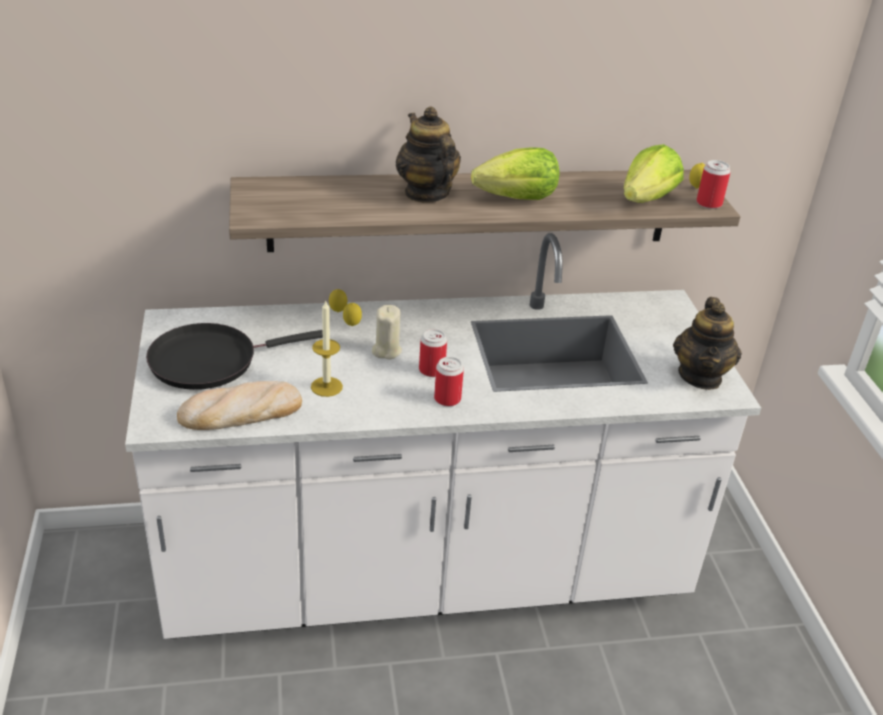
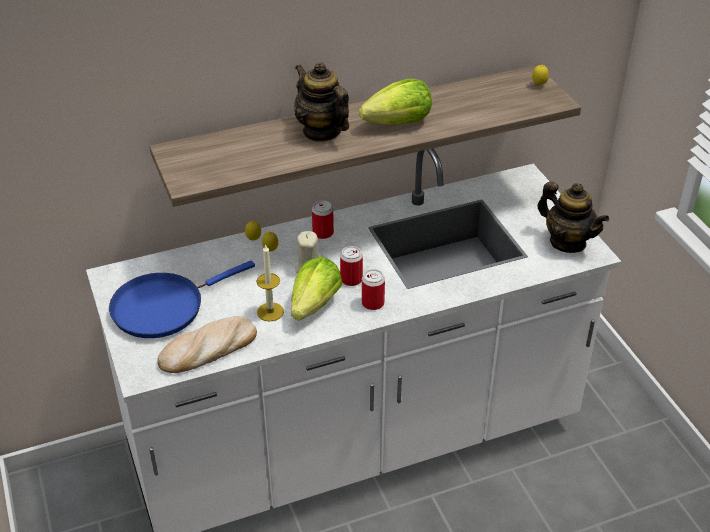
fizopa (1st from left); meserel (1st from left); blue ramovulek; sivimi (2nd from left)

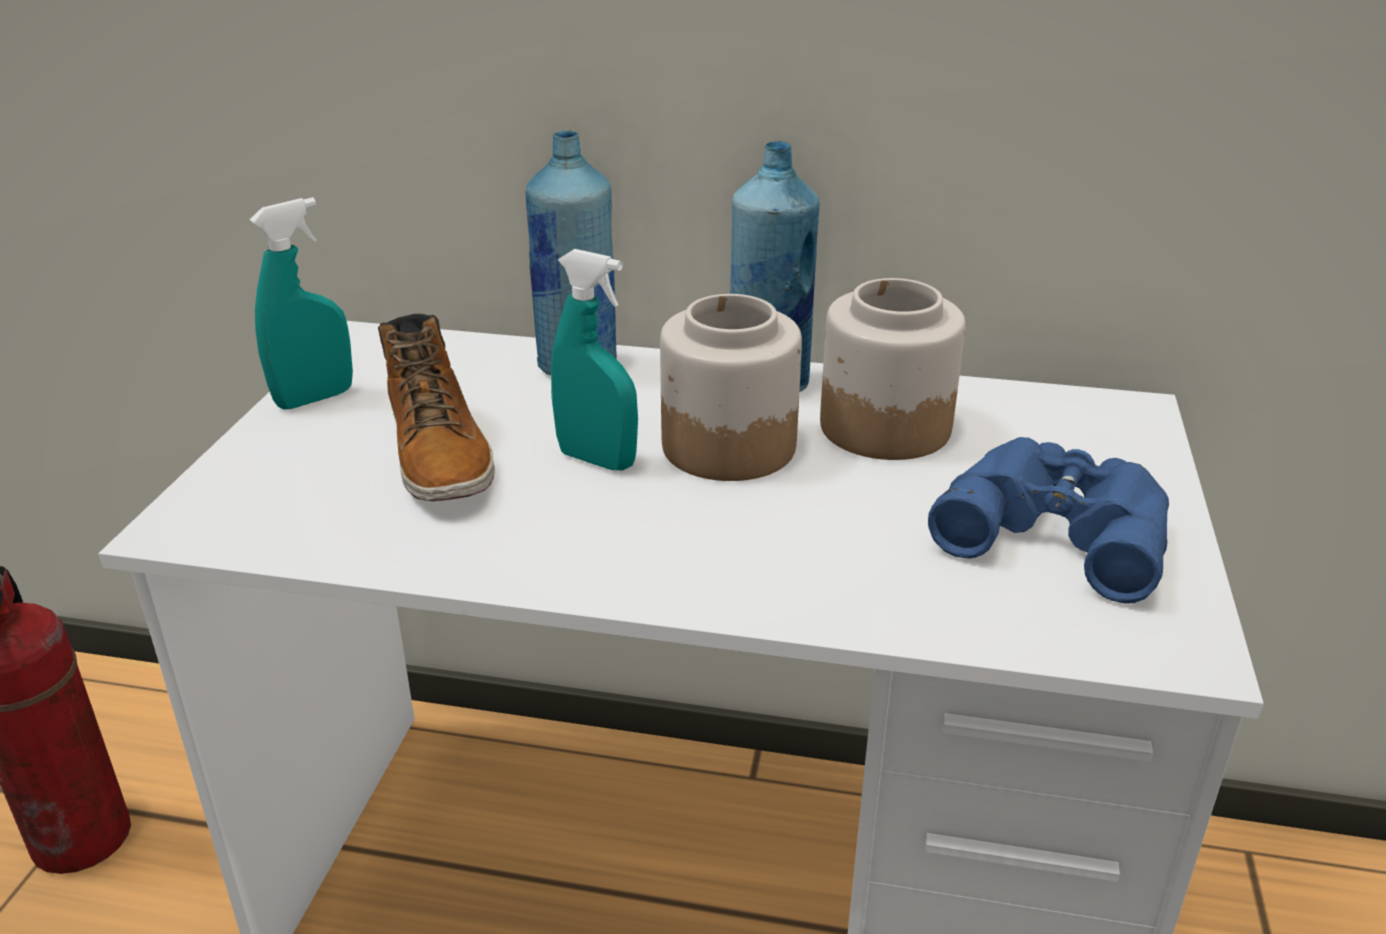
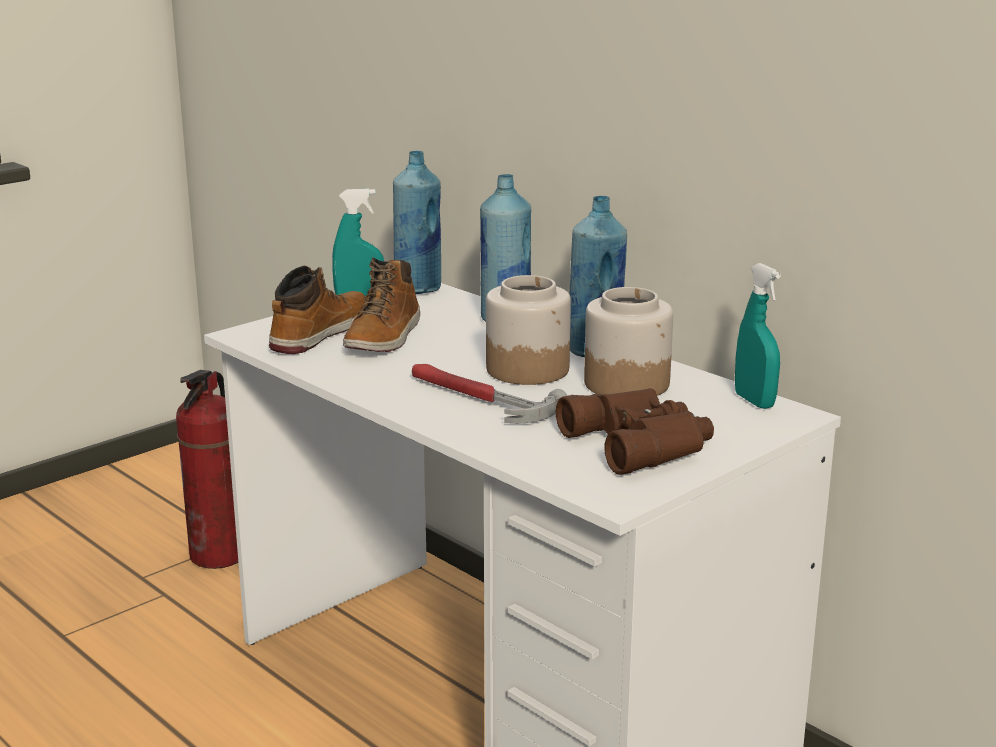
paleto (1st from left); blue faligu (1st from left); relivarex; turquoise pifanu (2nd from left); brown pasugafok

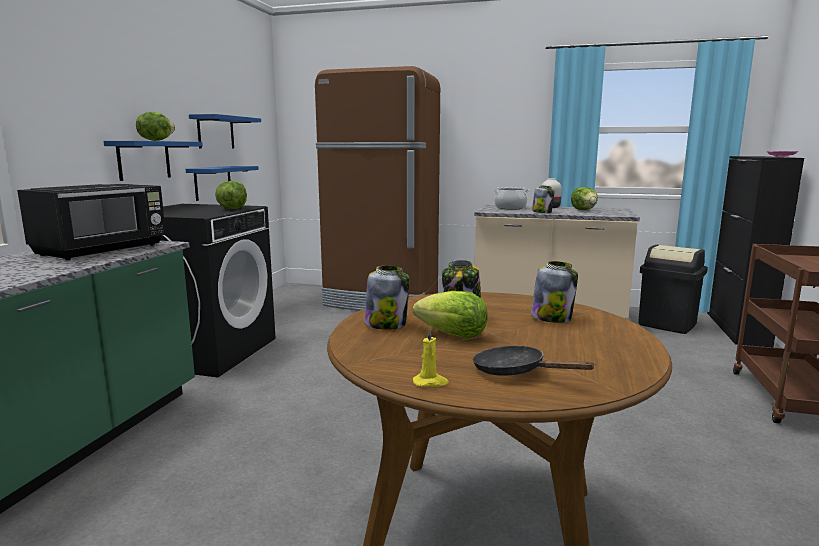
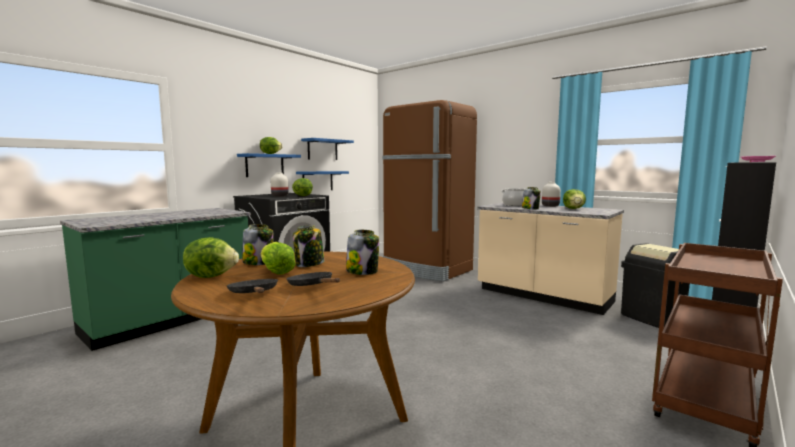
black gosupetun; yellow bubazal; fizopa (1st from left); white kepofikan (1st from left); black ramovulek (2nd from left)

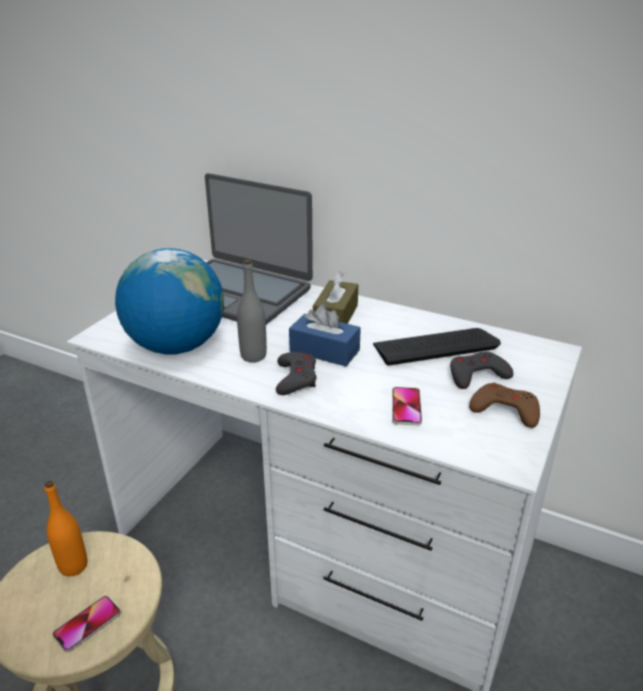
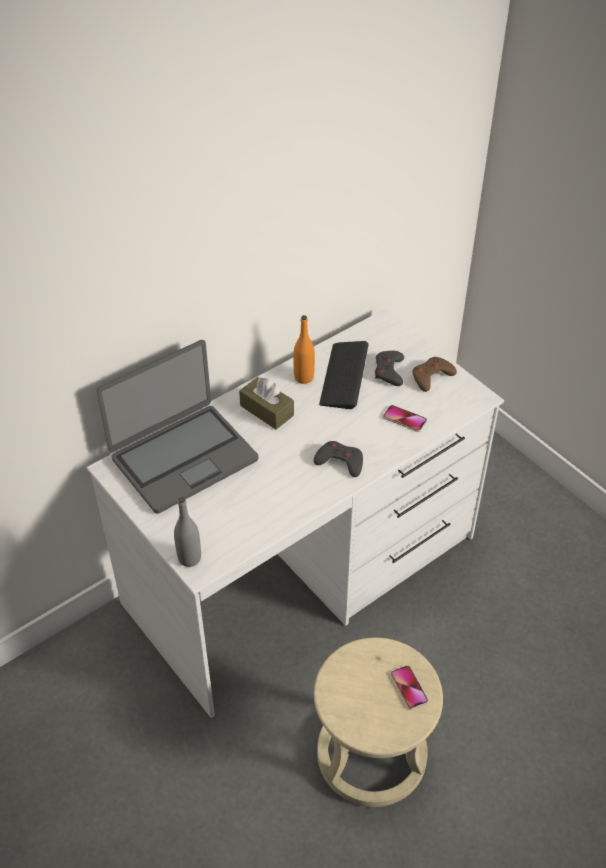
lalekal; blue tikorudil; orange faligu; grey faligu

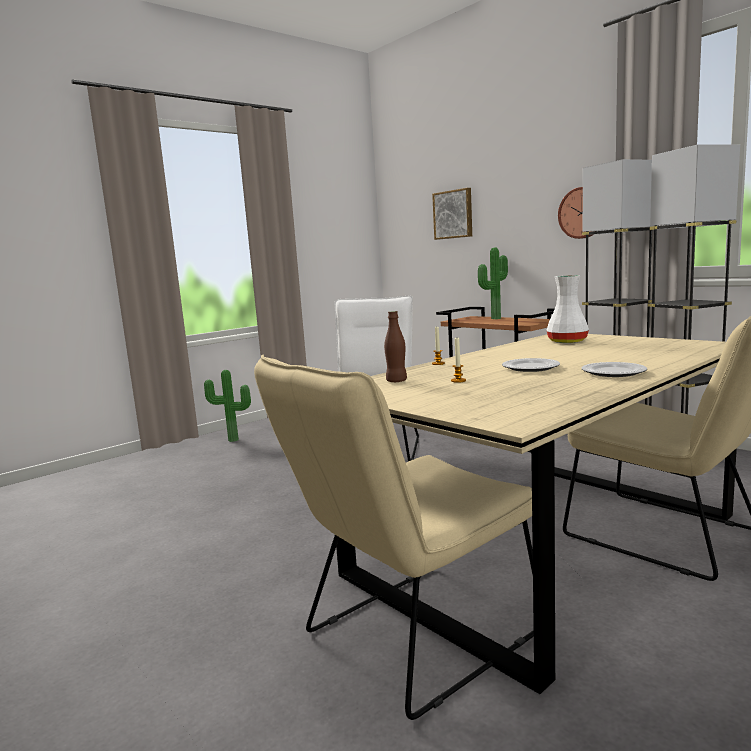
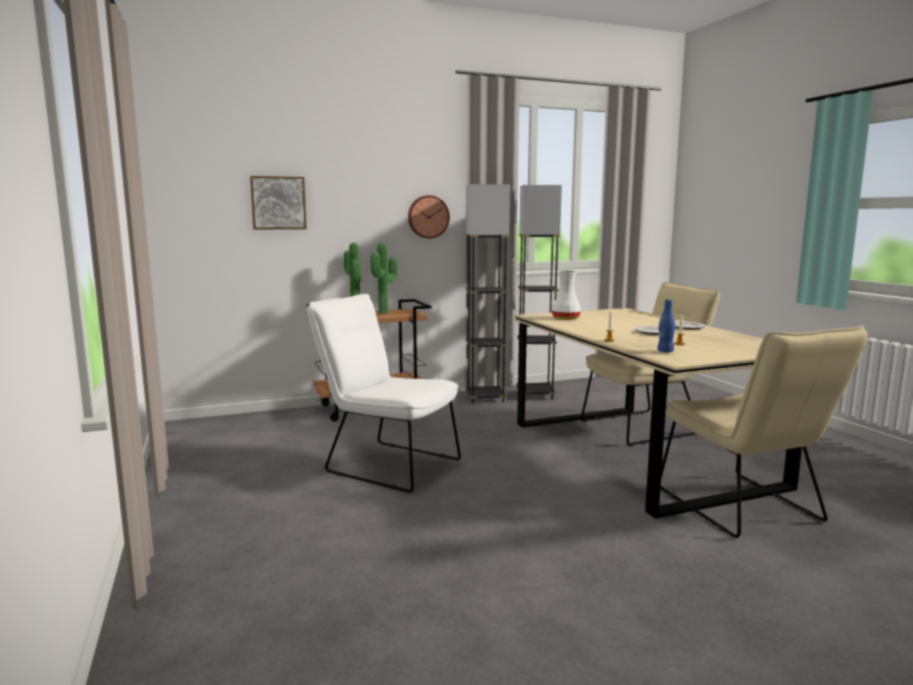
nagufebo (2nd from left); blue faligu

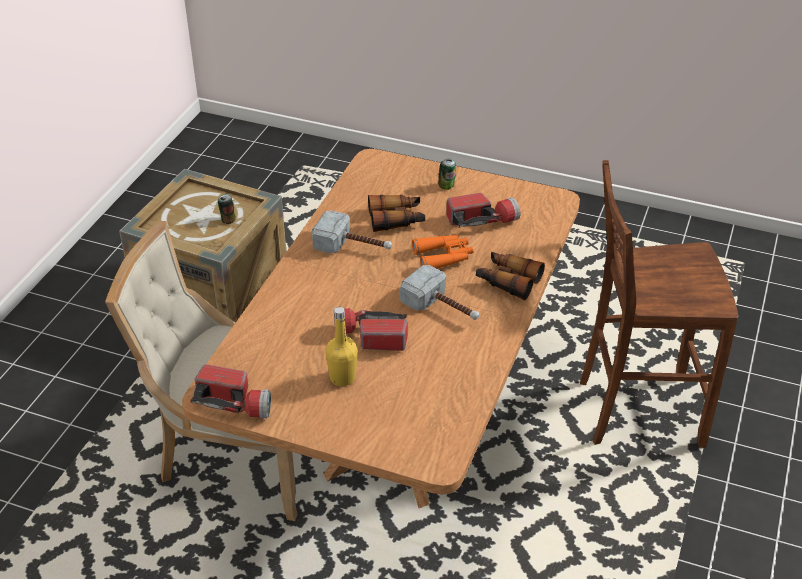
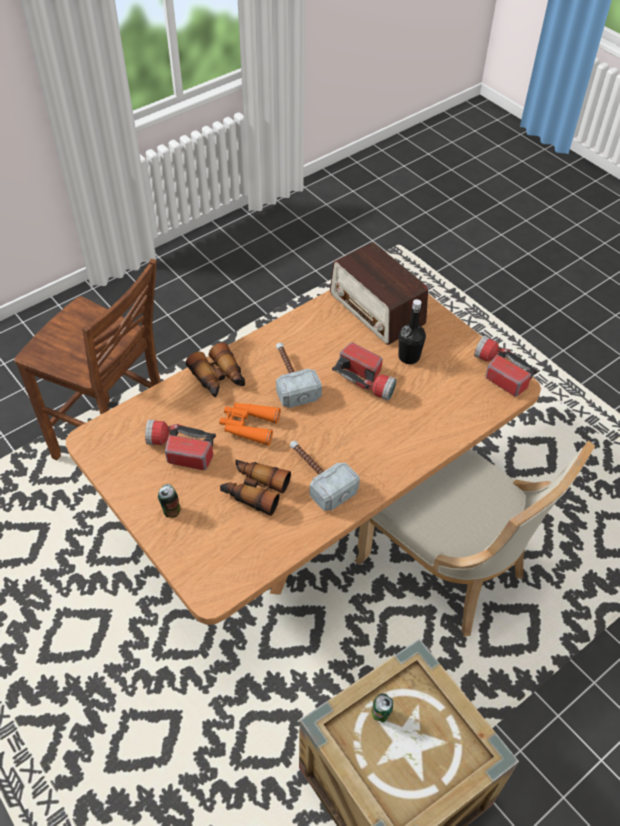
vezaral; black faligu

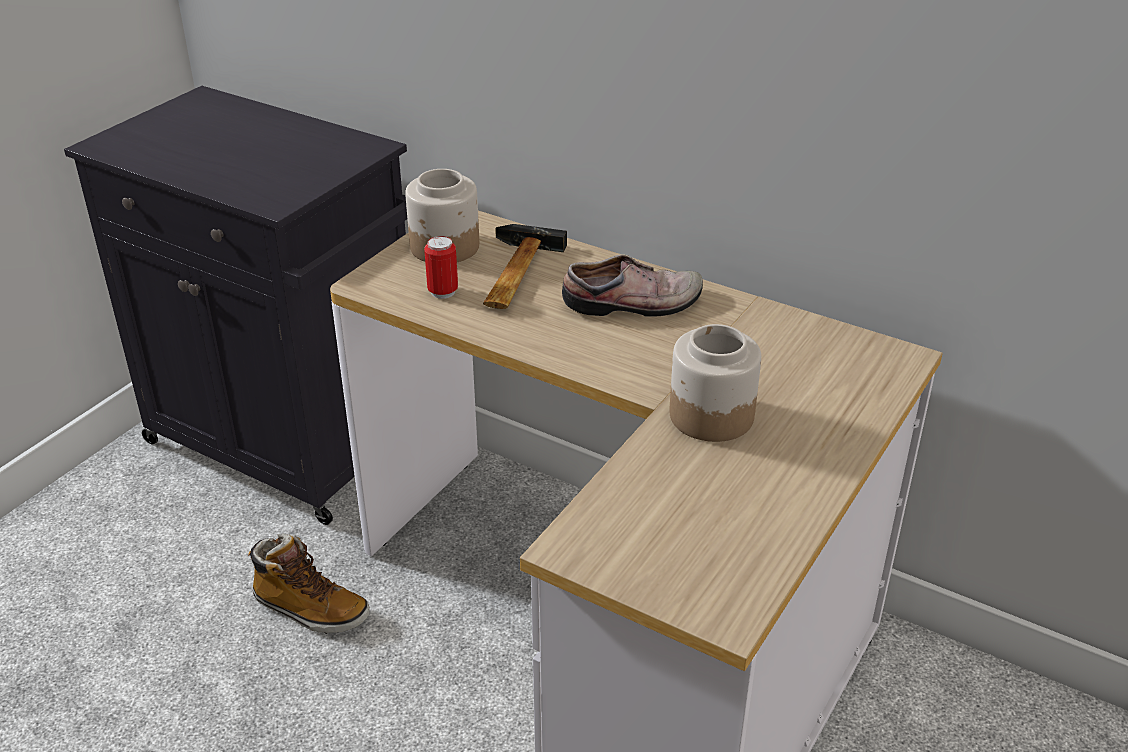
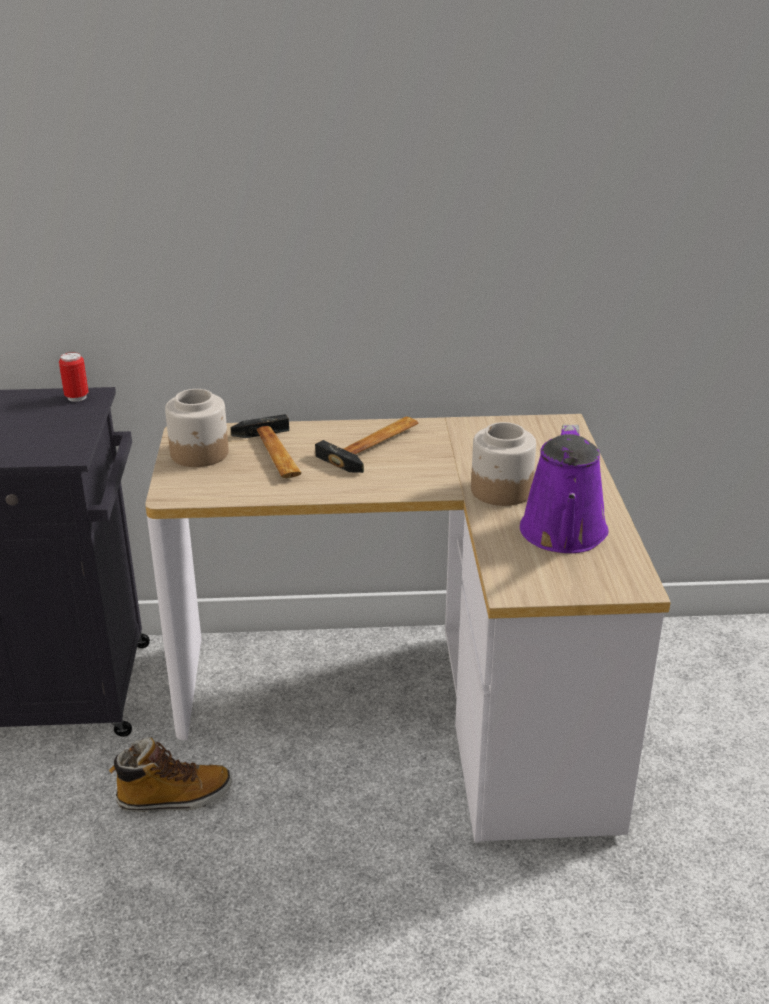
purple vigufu; meserel; relivarex (2nd from left)

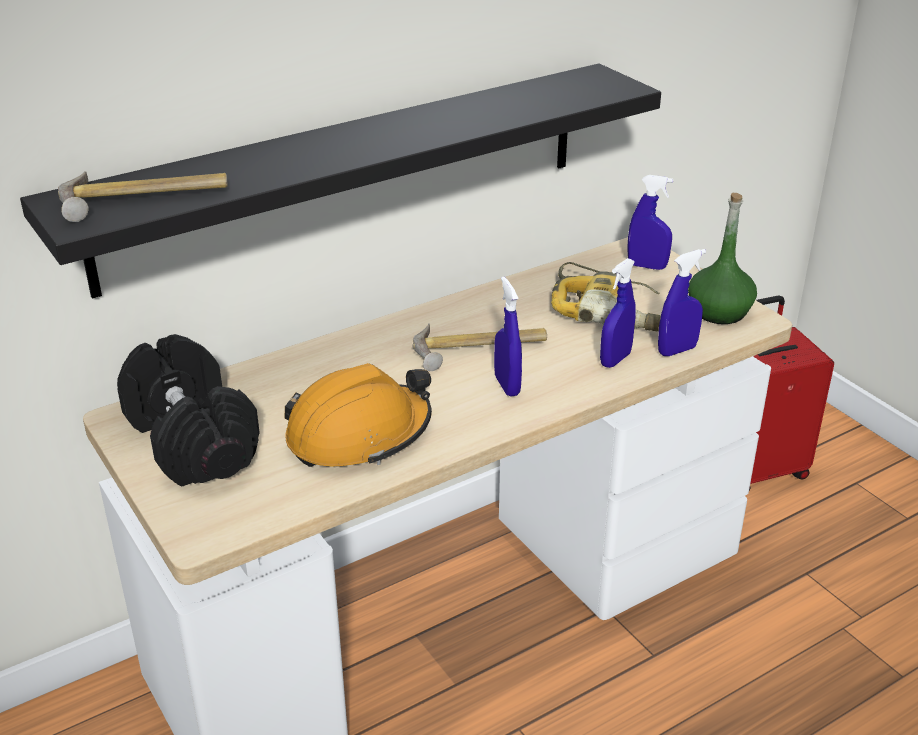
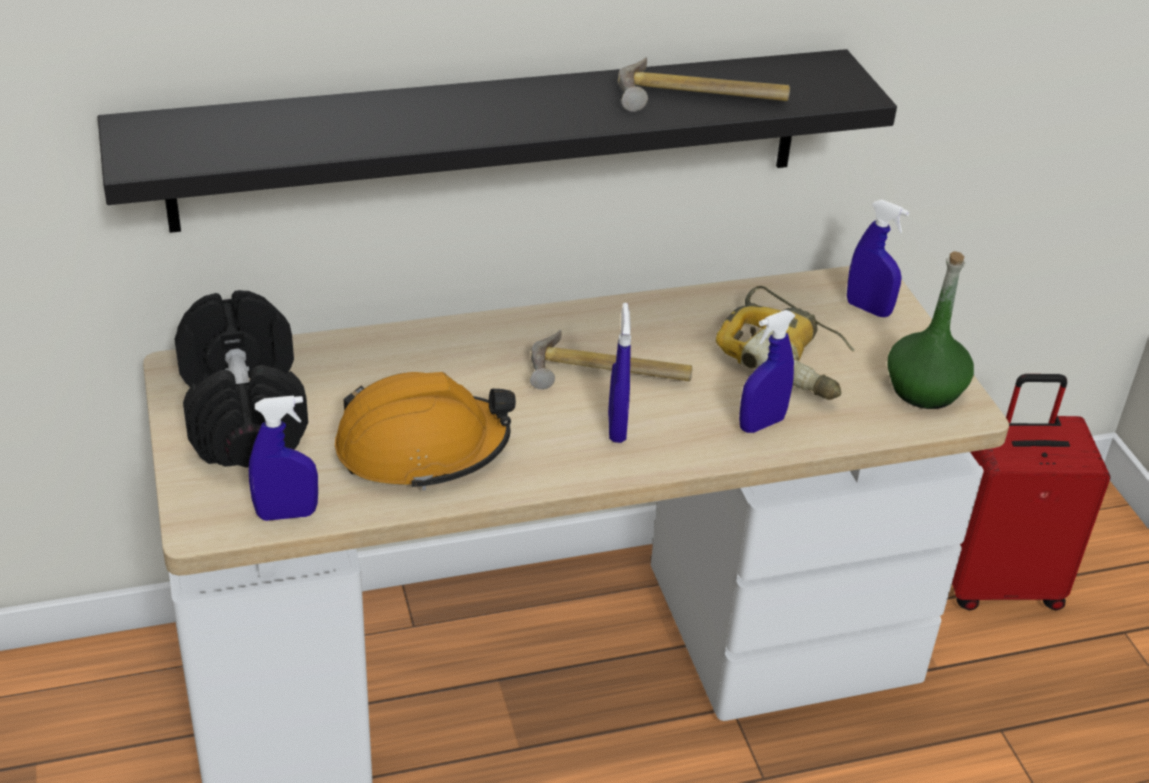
relivarex (2nd from left); blue pifanu (1st from left)

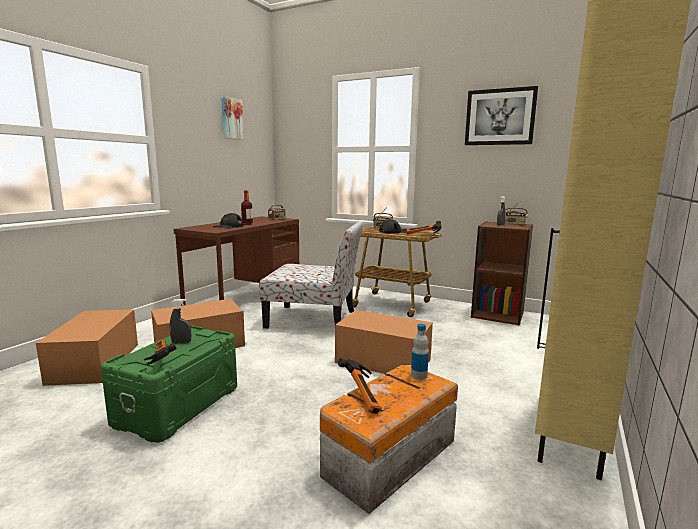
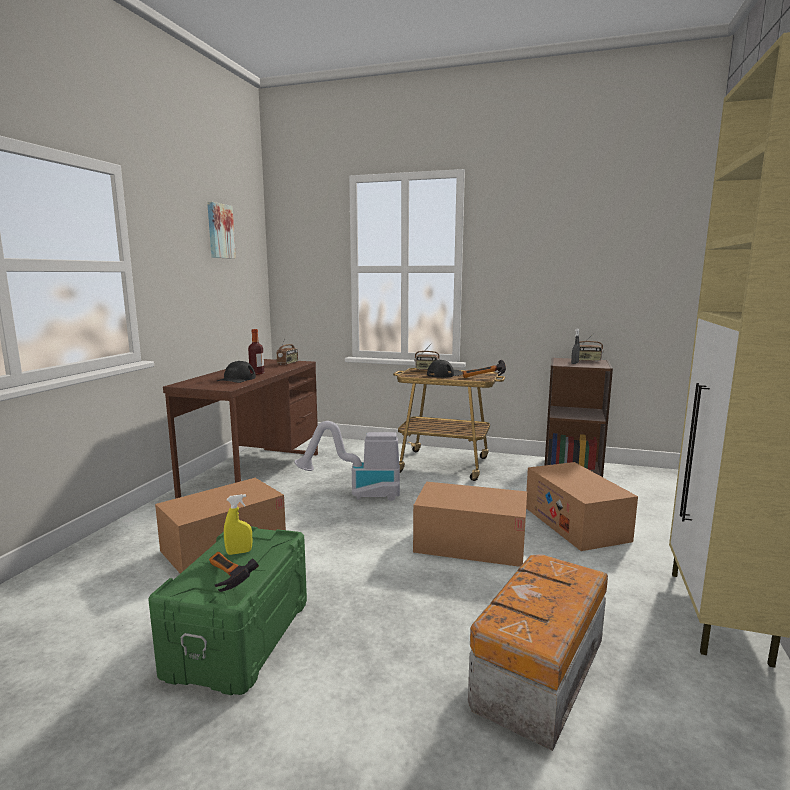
relivarex (2nd from left in the first image); faligu (2nd from left in the first image); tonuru (2nd from left in the first image); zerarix (3rd from left); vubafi; yellow pifanu

